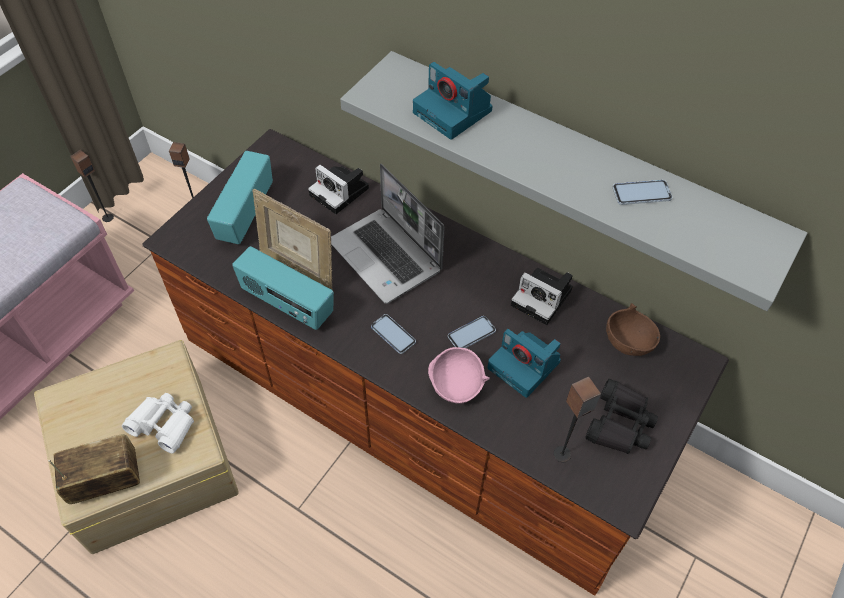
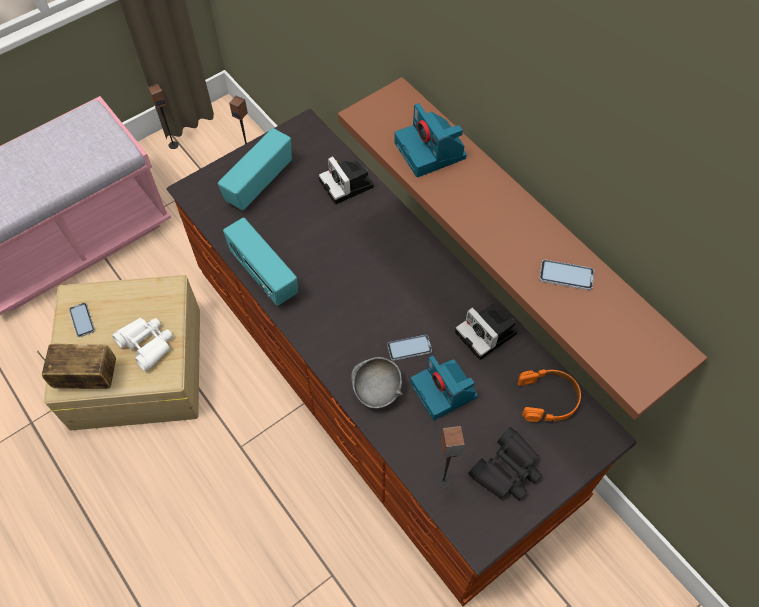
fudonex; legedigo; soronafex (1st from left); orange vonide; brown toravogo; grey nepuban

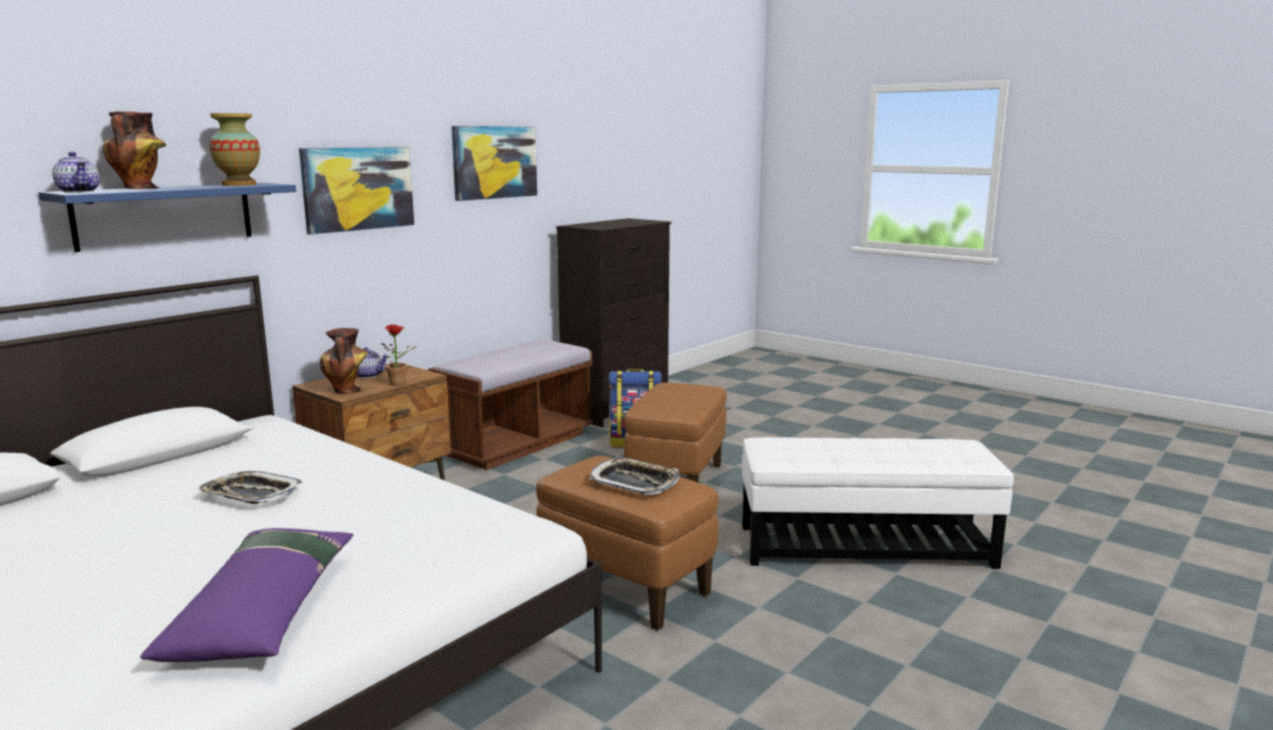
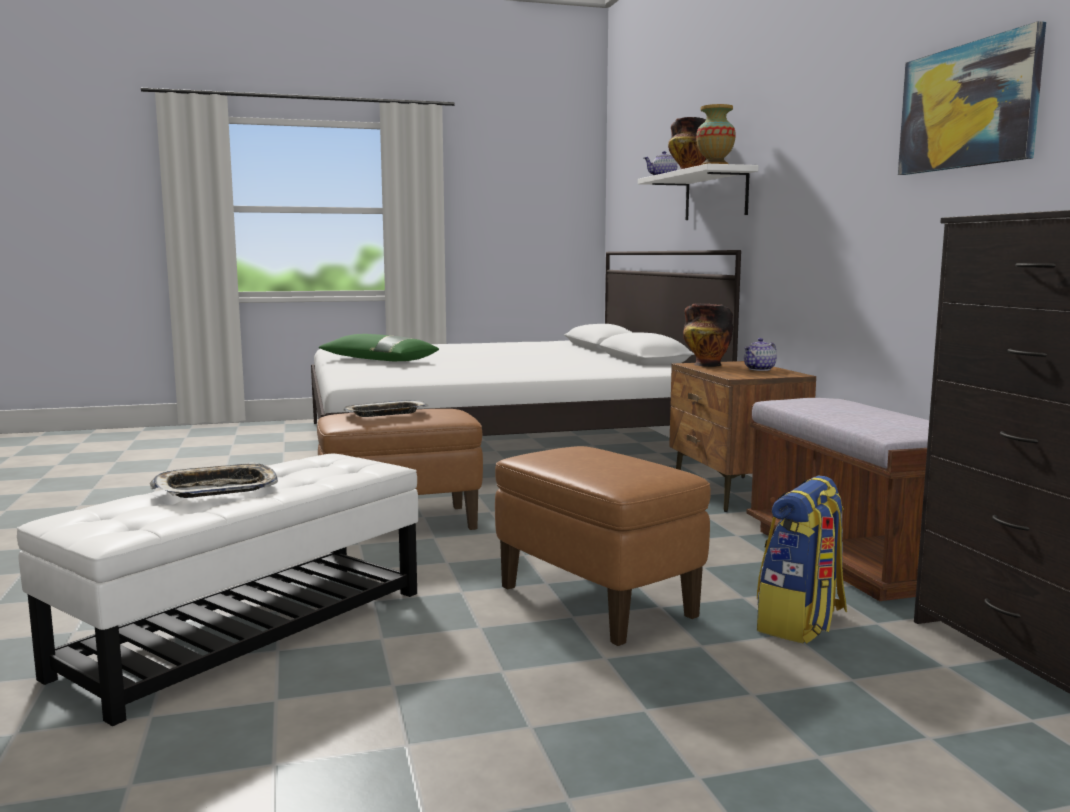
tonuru (1st from left in the first image); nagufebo; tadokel (1st from left); white toravogo; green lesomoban

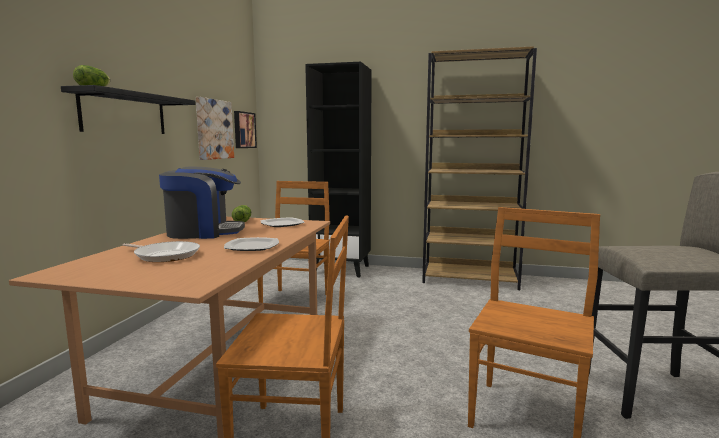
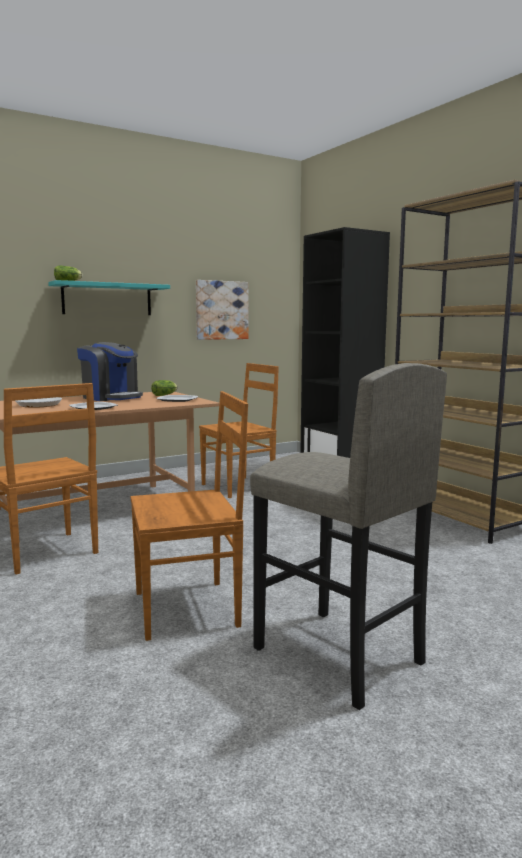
tonuru (2nd from left in the first image); turquoise toravogo

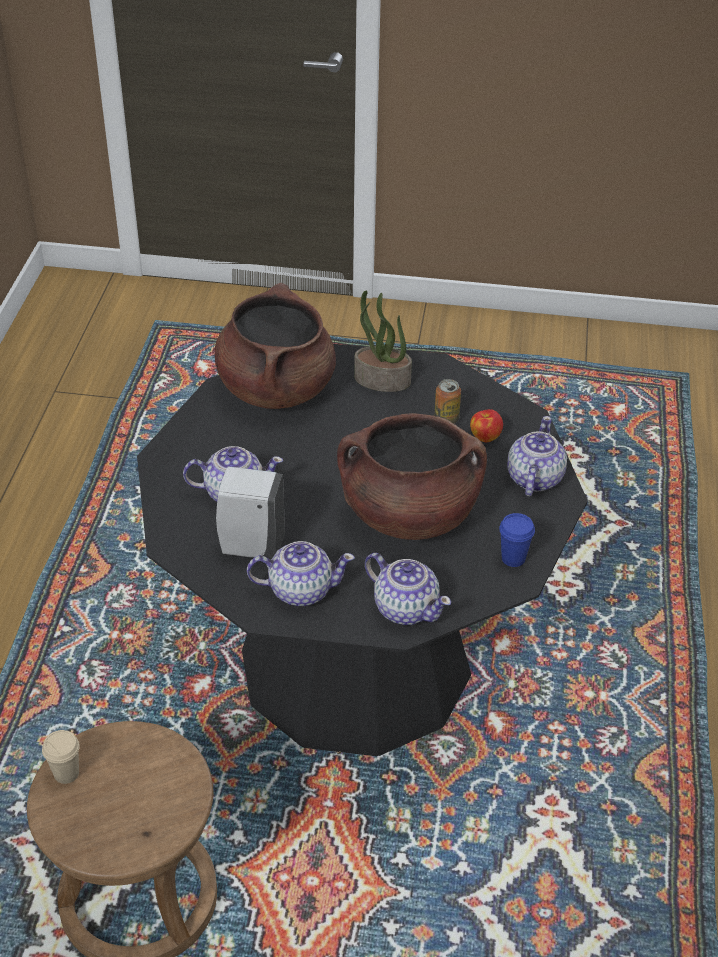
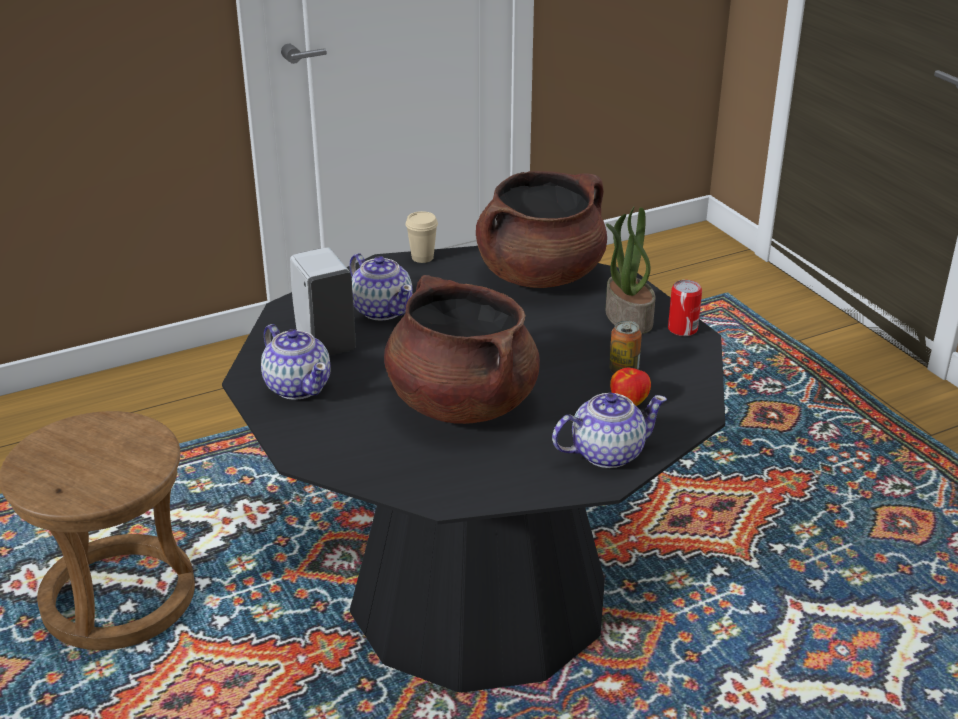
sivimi (3rd from left in the first image); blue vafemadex; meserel (2nd from left); beige vafemadex

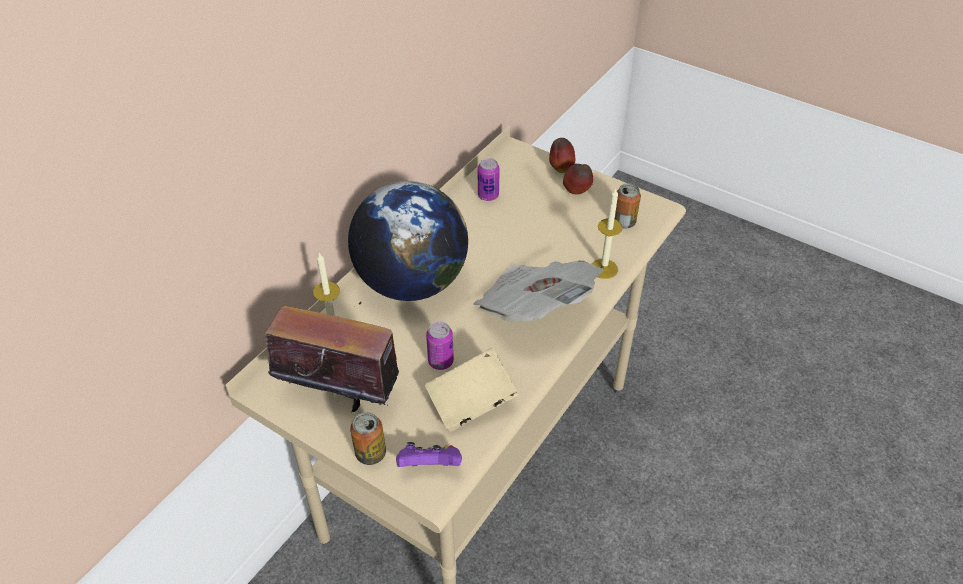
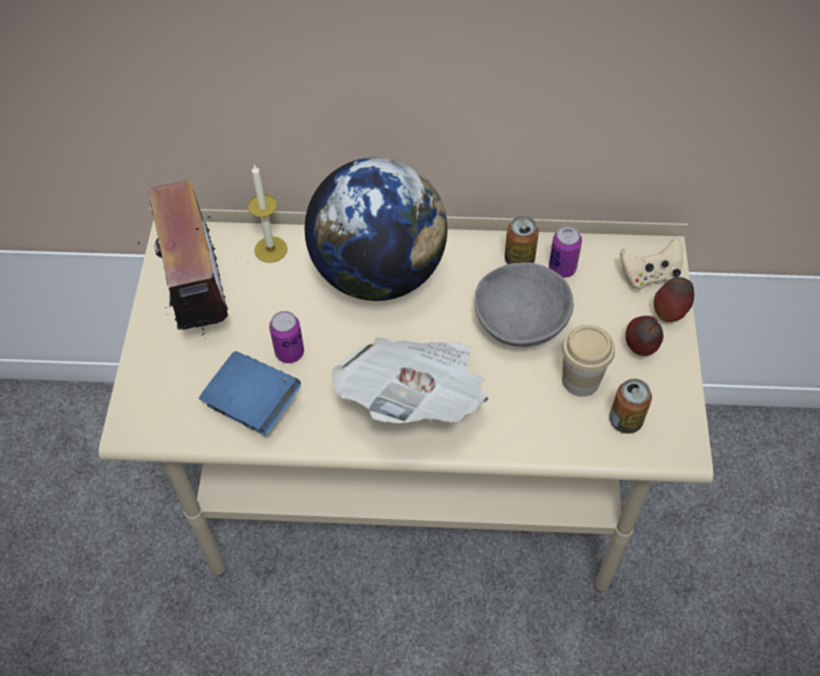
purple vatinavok; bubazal (2nd from left in the first image); grey nepuban; vafemadex; beige vatinavok; meserel (2nd from left); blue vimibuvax

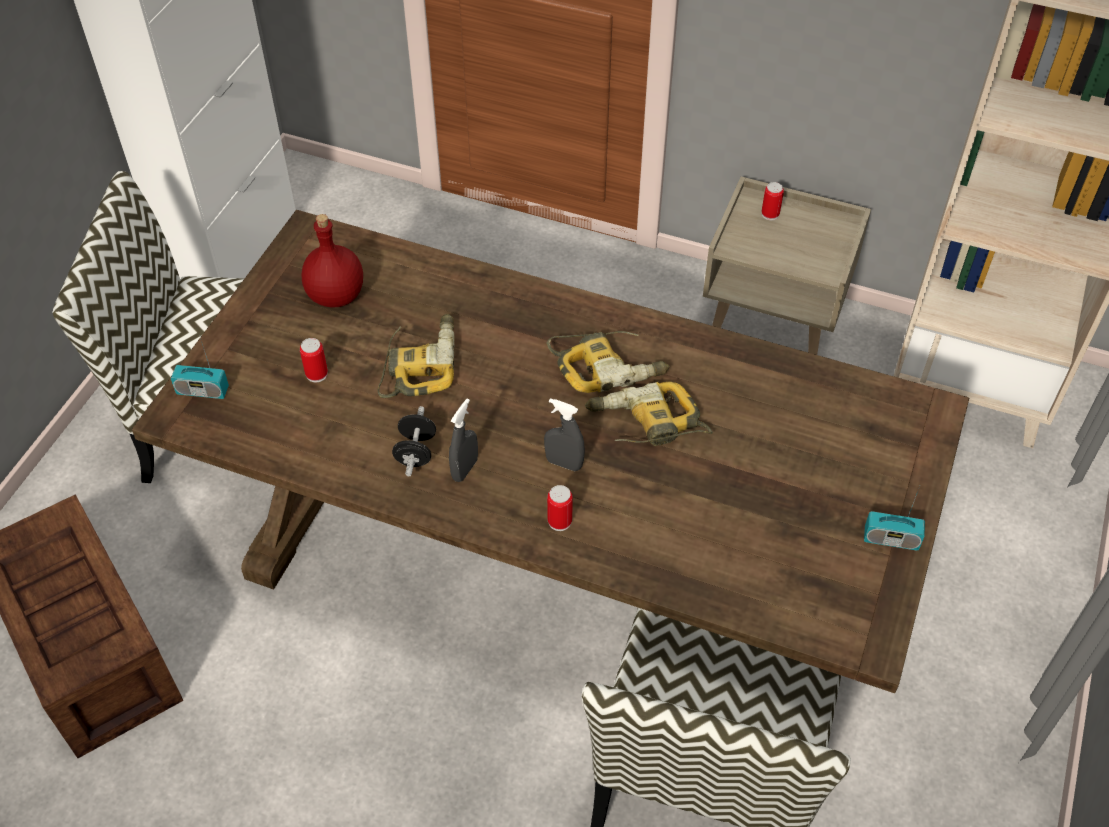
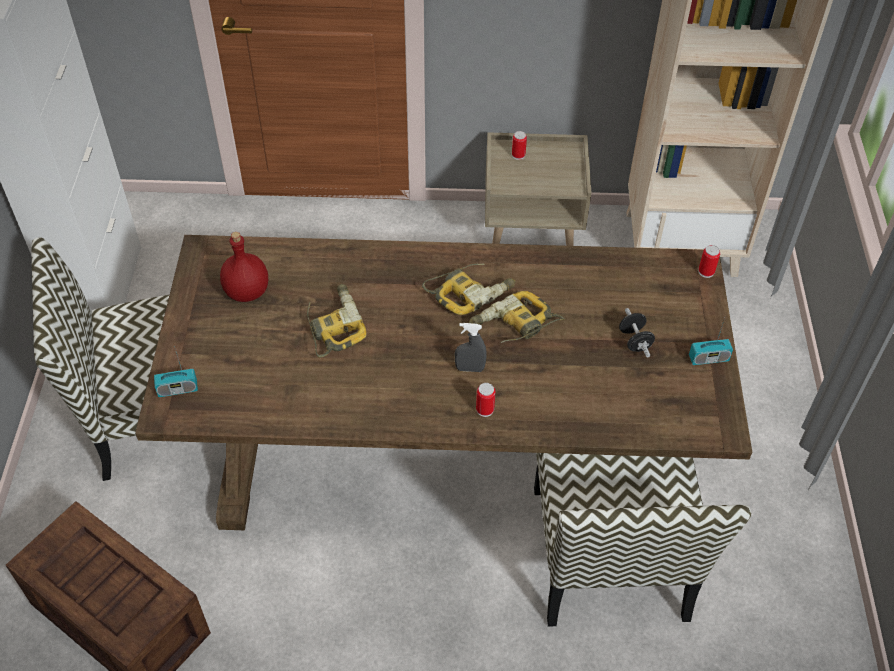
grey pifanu (1st from left in the first image); meserel (3rd from left); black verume

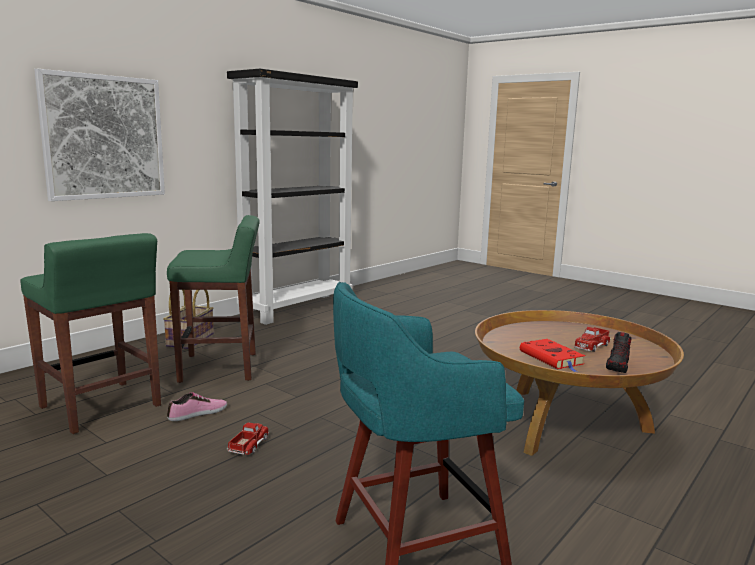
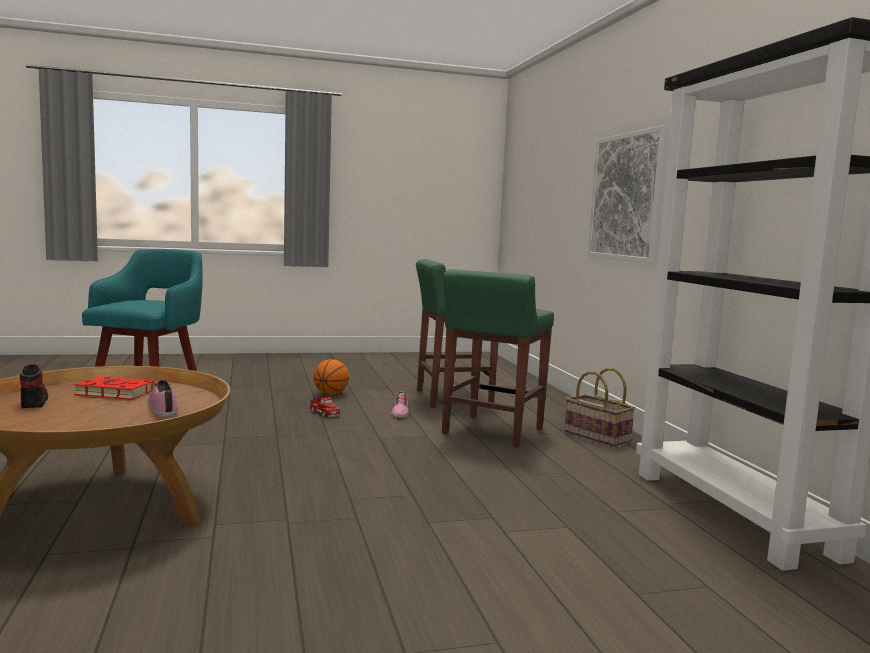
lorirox (2nd from left in the first image); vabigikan (2nd from left); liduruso

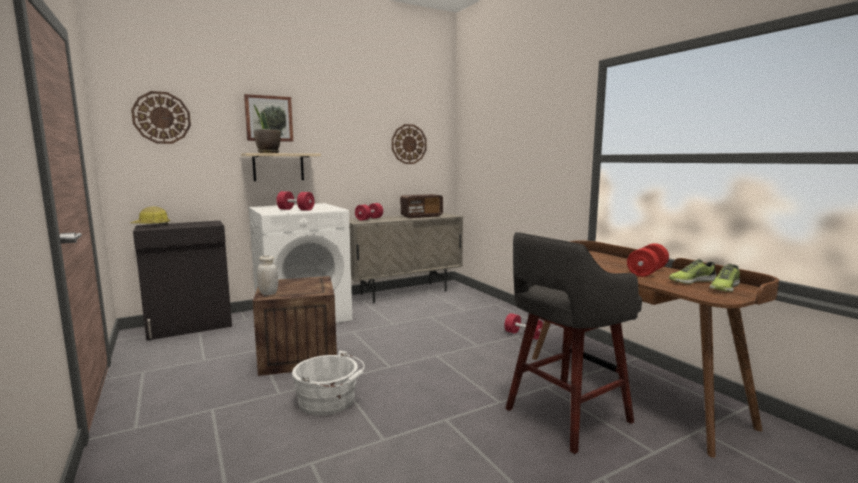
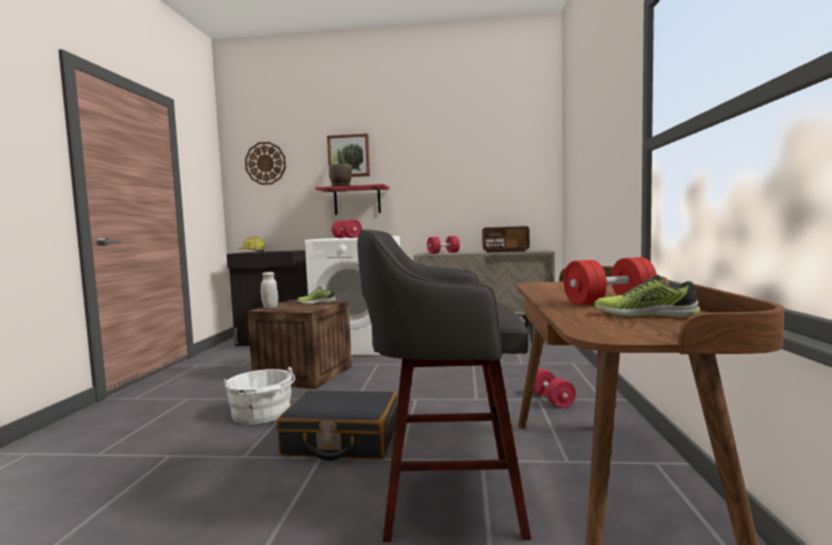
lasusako (2nd from left in the first image); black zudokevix; vabigikan (1st from left); red toravogo

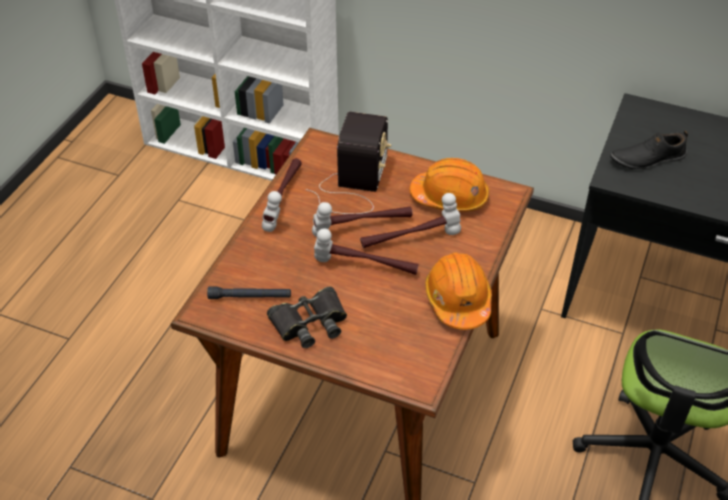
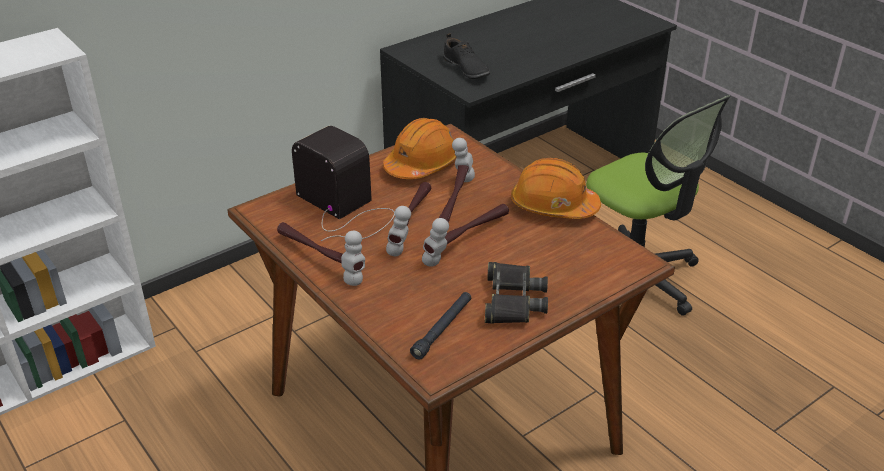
black vabigikan

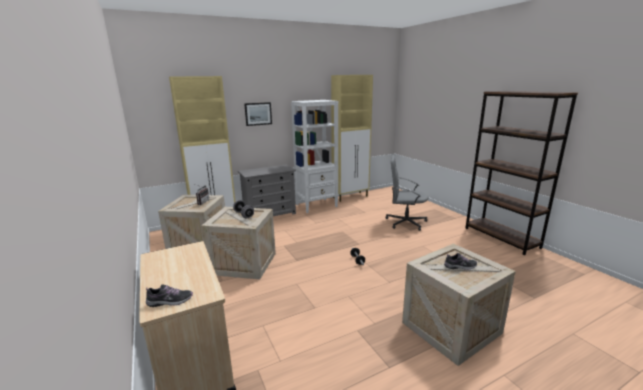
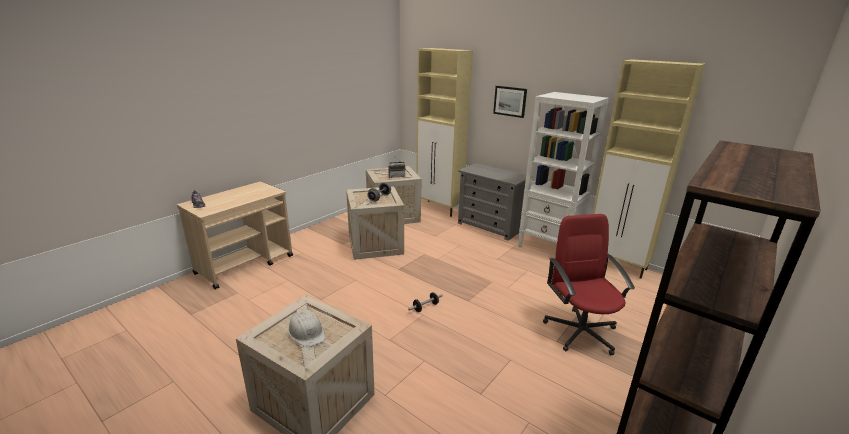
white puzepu; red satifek

